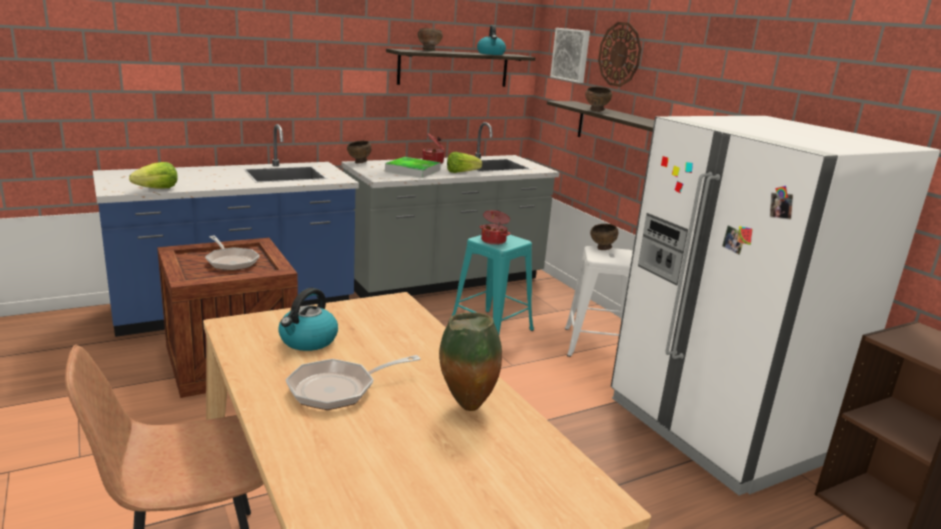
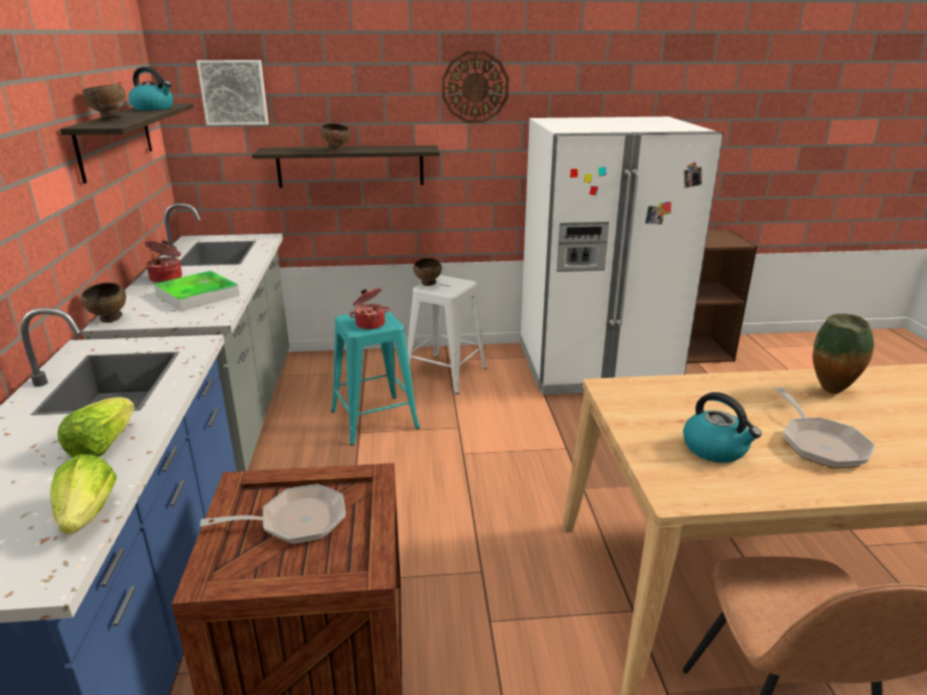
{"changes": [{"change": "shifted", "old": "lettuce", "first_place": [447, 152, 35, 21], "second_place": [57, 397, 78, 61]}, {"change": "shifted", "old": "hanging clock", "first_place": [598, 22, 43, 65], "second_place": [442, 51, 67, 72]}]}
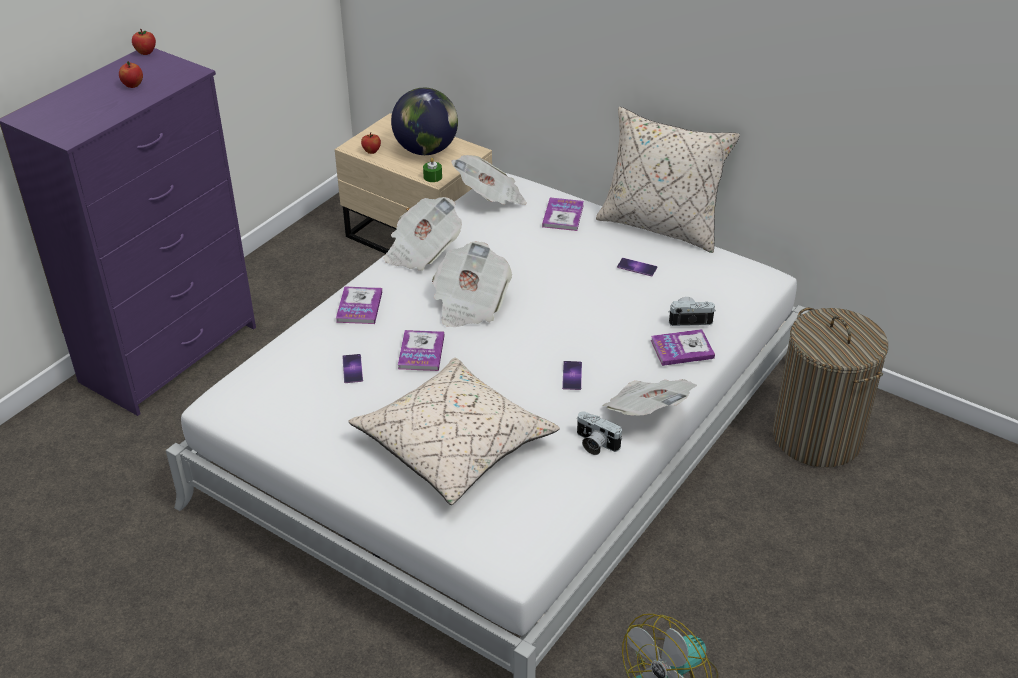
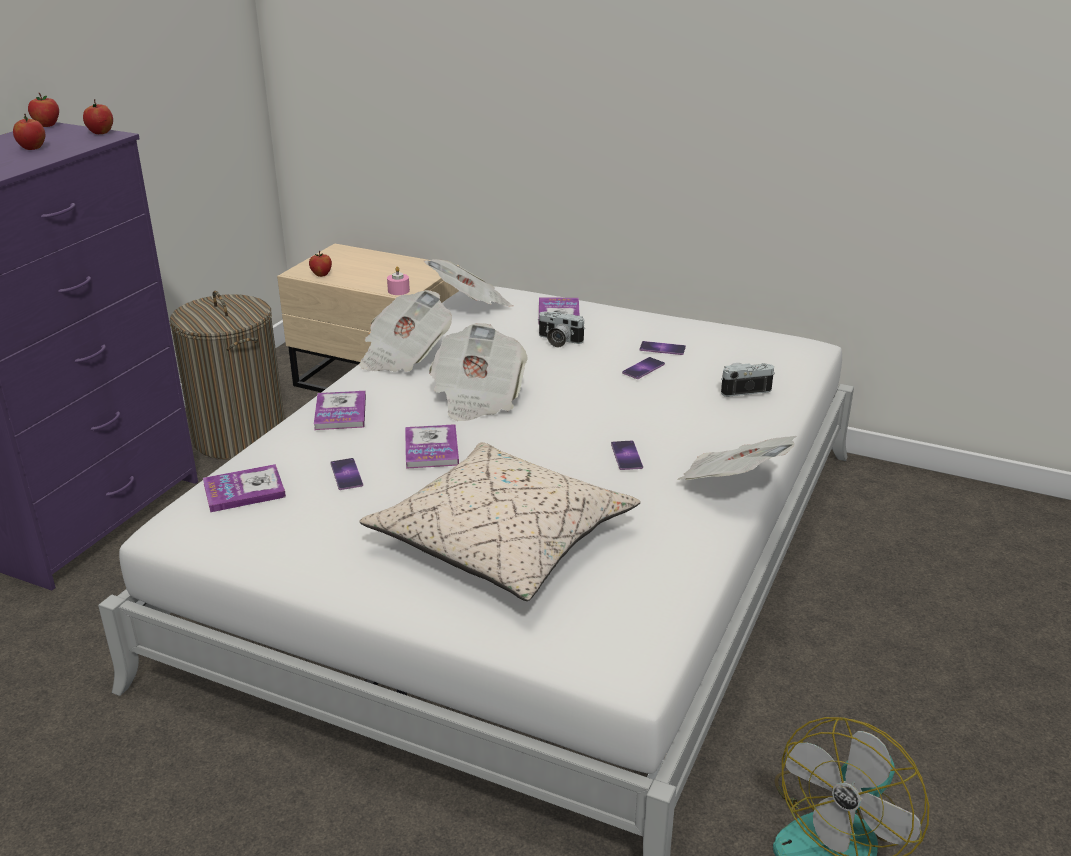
{"changes": [{"change": "new", "new": "apple fruit", "second_place": [83, 99, 30, 35]}, {"change": "shifted", "old": "washing basket", "first_place": [773, 307, 115, 160], "second_place": [170, 291, 115, 169]}, {"change": "shifted", "old": "bound book", "first_place": [651, 329, 64, 37], "second_place": [203, 464, 83, 48]}, {"change": "repainted", "old": "wax candle in green-coloured", "new": "wax candle in pink-coloured", "first_place": [423, 158, 19, 24], "second_place": [387, 266, 23, 29]}, {"change": "shifted", "old": "photo camera", "first_place": [577, 411, 45, 44], "second_place": [539, 312, 46, 35]}, {"change": "new", "new": "handset", "second_place": [622, 357, 43, 22]}, {"change": "gone", "old": "desk globe", "first_place": [391, 88, 67, 67]}, {"change": "gone", "old": "cushion in beige-coloured", "first_place": [596, 107, 144, 146]}]}
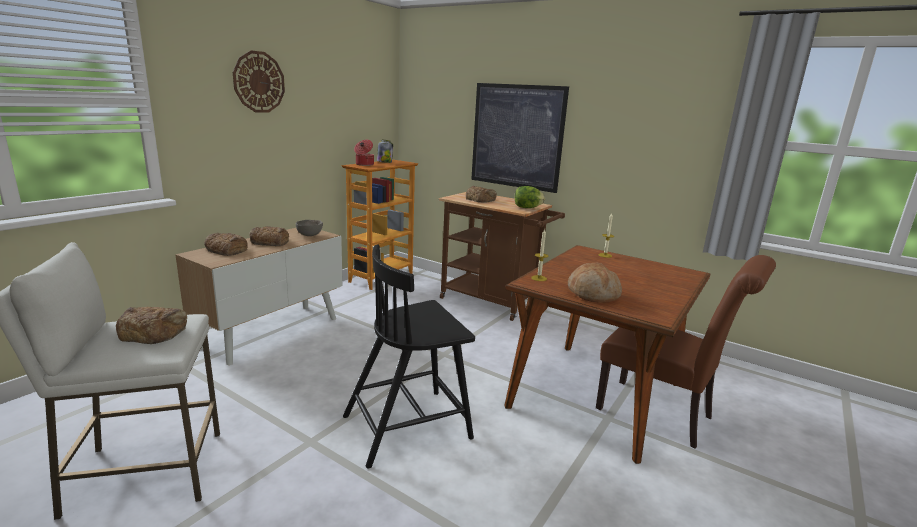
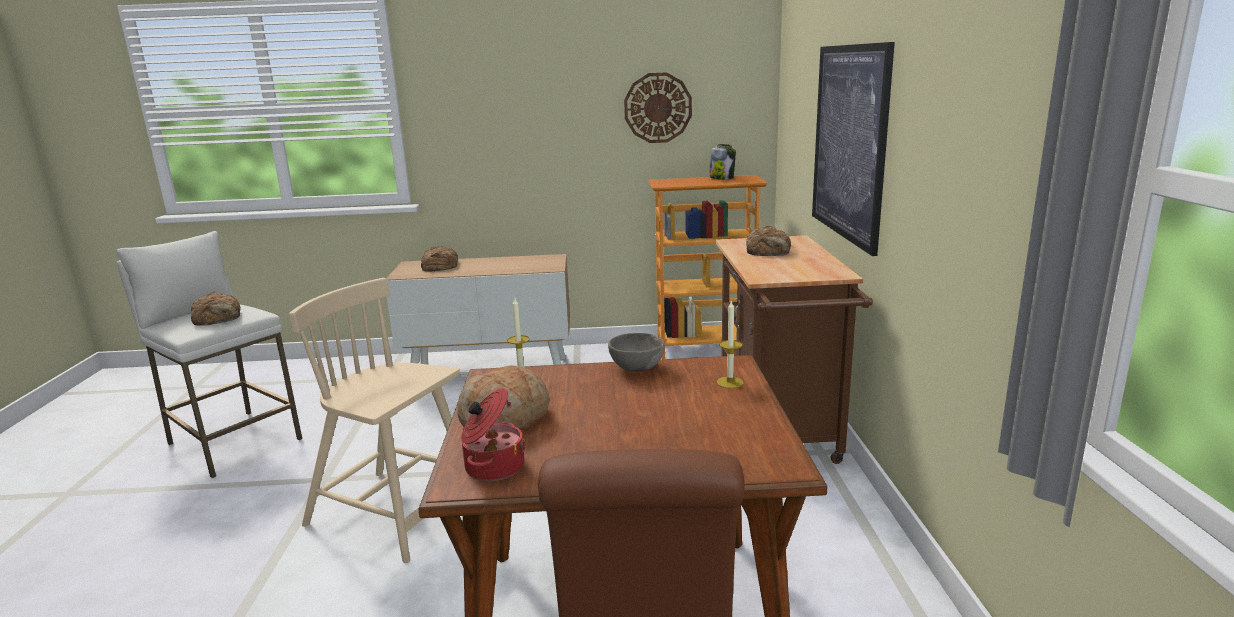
{"changes": [{"change": "repainted", "old": "upright chair in blackish", "new": "upright chair in beige-coloured", "first_place": [343, 245, 132, 223], "second_place": [289, 278, 171, 285]}, {"change": "shifted", "old": "cooking pot", "first_place": [354, 140, 20, 26], "second_place": [461, 388, 65, 93]}, {"change": "shifted", "old": "bowl in greyish", "first_place": [296, 220, 27, 16], "second_place": [608, 333, 57, 39]}, {"change": "shifted", "old": "hanging clock", "first_place": [233, 50, 52, 62], "second_place": [624, 72, 68, 71]}, {"change": "gone", "old": "bread", "first_place": [249, 226, 40, 20]}, {"change": "gone", "old": "lettuce", "first_place": [515, 186, 30, 22]}]}
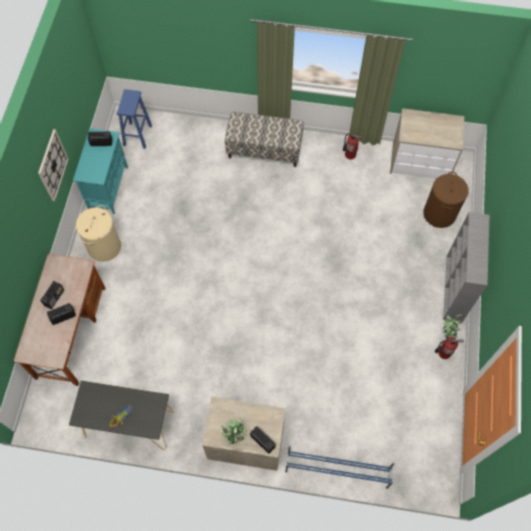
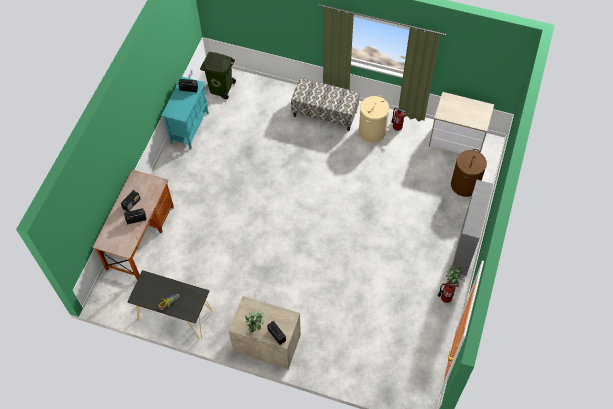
{"changes": [{"change": "swapped", "old": "sitting stool in bluish", "new": "rubbish bin in green-coloured", "first_place": [117, 89, 35, 60], "second_place": [200, 52, 36, 47]}, {"change": "shifted", "old": "washing basket in beige-coloured", "first_place": [76, 205, 45, 57], "second_place": [359, 95, 30, 47]}, {"change": "gone", "old": "hanging clock", "first_place": [38, 129, 30, 72]}, {"change": "gone", "old": "shoe shelf in bluish", "first_place": [285, 446, 109, 43]}]}
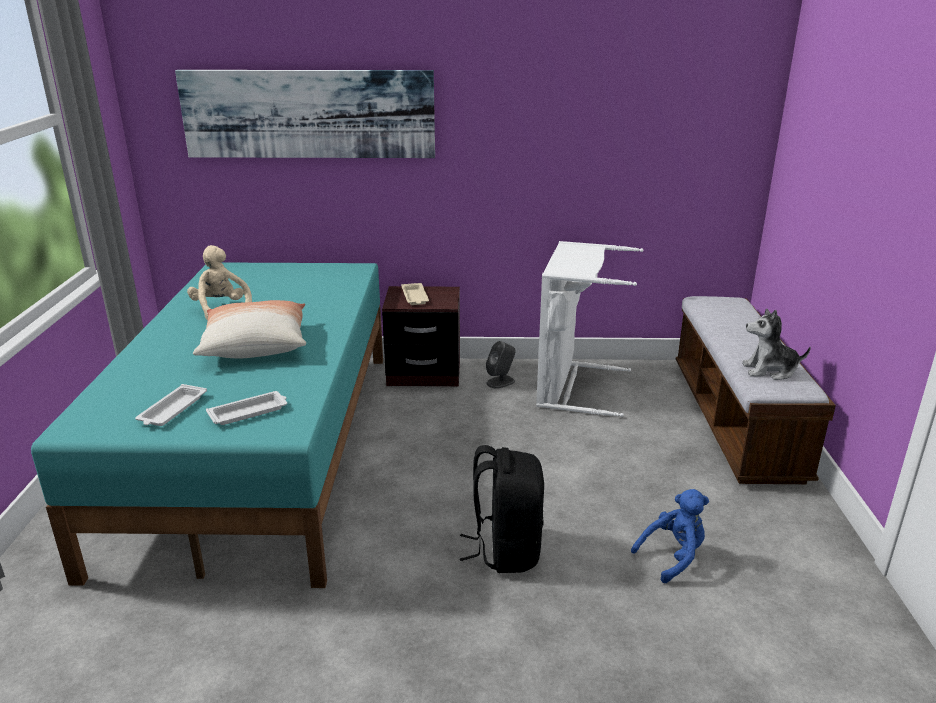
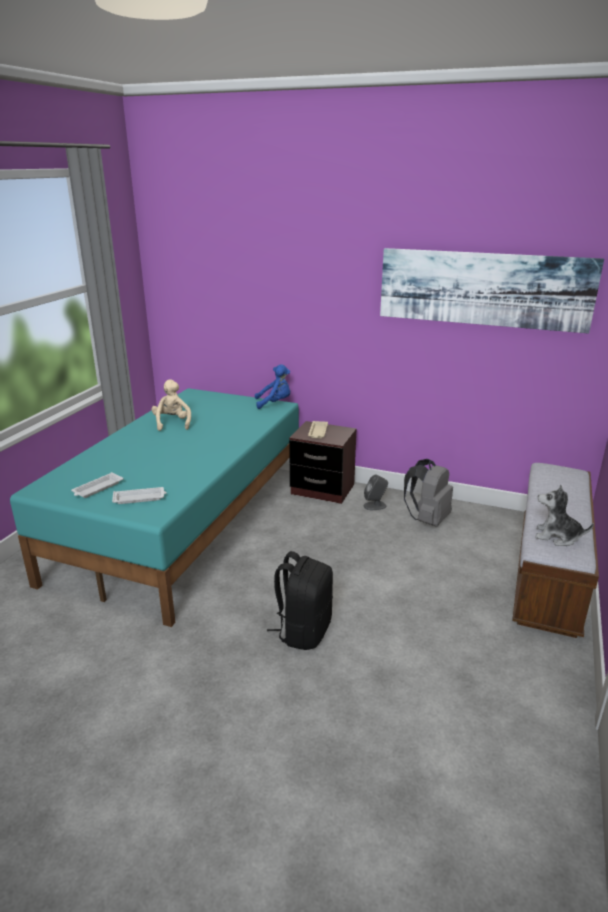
{"changes": [{"change": "shifted", "old": "plush toy in bluish", "first_place": [631, 489, 78, 94], "second_place": [255, 364, 35, 45]}, {"change": "shifted", "old": "wall picture", "first_place": [175, 70, 260, 88], "second_place": [380, 248, 224, 86]}, {"change": "swapped", "old": "washing basket in whitish", "new": "rucksack in greyish", "first_place": [536, 241, 107, 176], "second_place": [404, 459, 49, 68]}, {"change": "gone", "old": "cushion", "first_place": [193, 300, 113, 58]}]}
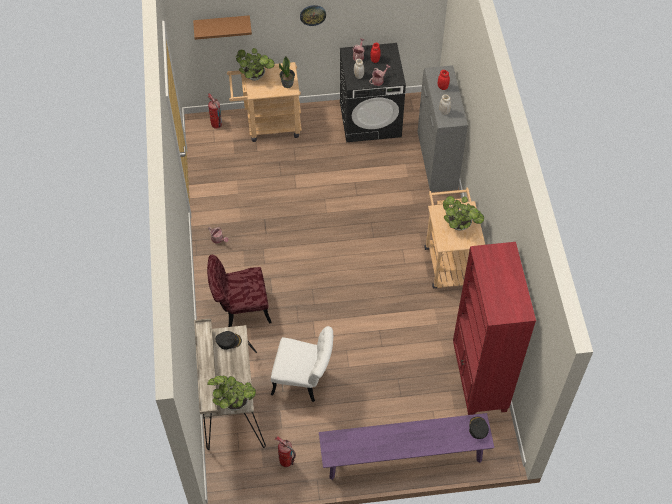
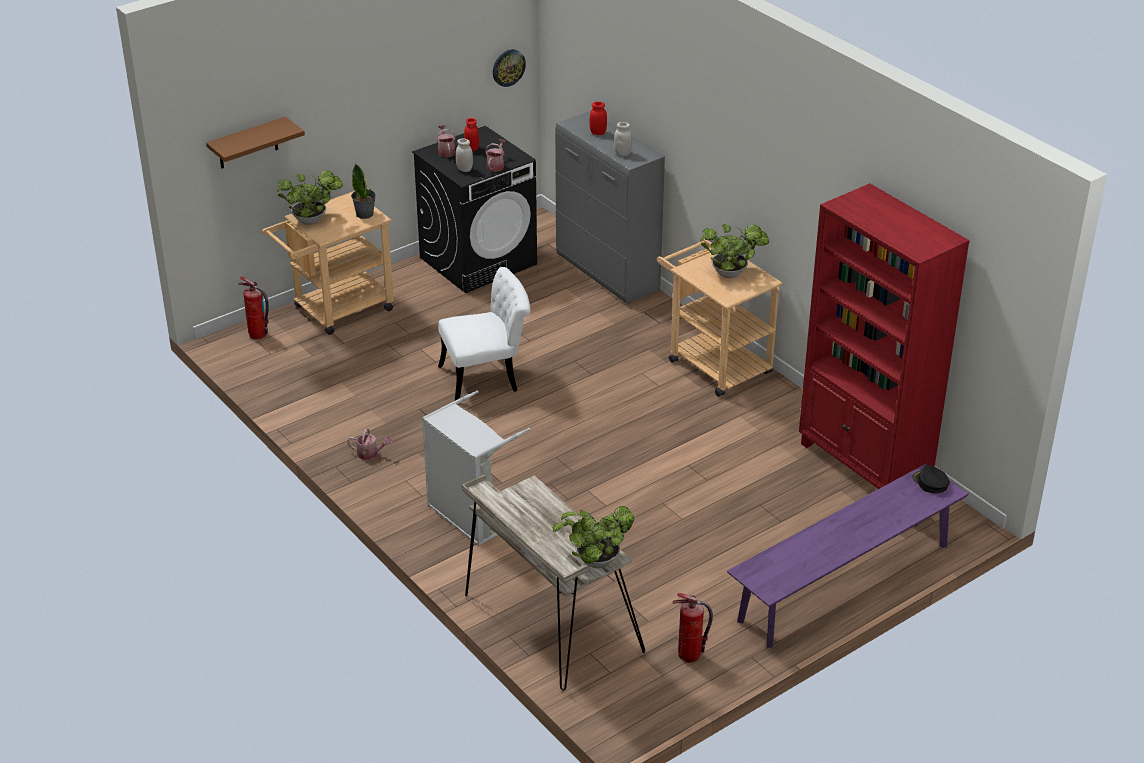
{"changes": [{"change": "swapped", "old": "upright chair in red", "new": "washing basket in greyish", "first_place": [207, 255, 64, 72], "second_place": [422, 391, 108, 155]}, {"change": "shifted", "old": "upright chair in whitish", "first_place": [271, 326, 62, 76], "second_place": [438, 267, 93, 134]}, {"change": "shifted", "old": "hanging clock", "first_place": [300, 5, 26, 21], "second_place": [493, 49, 33, 38]}, {"change": "gone", "old": "baseball cap in blackish", "first_place": [216, 331, 26, 19]}]}
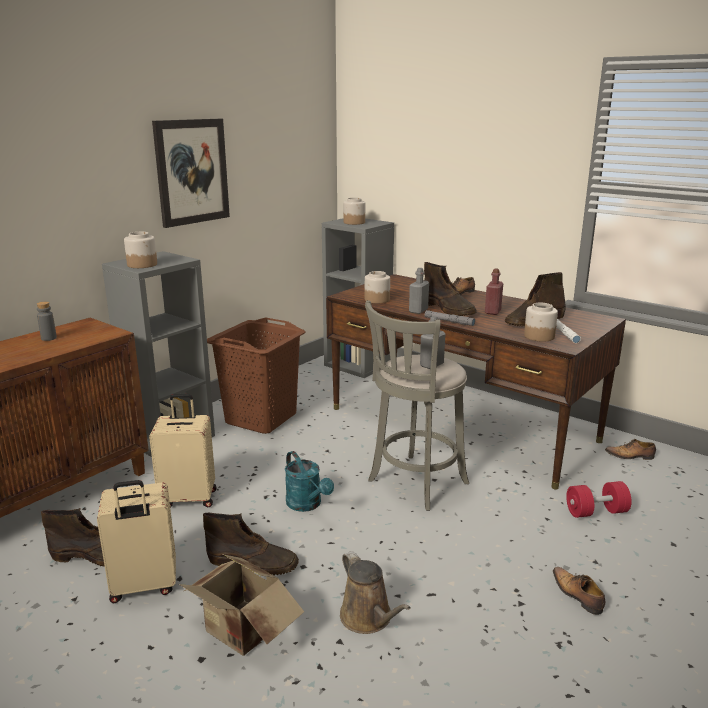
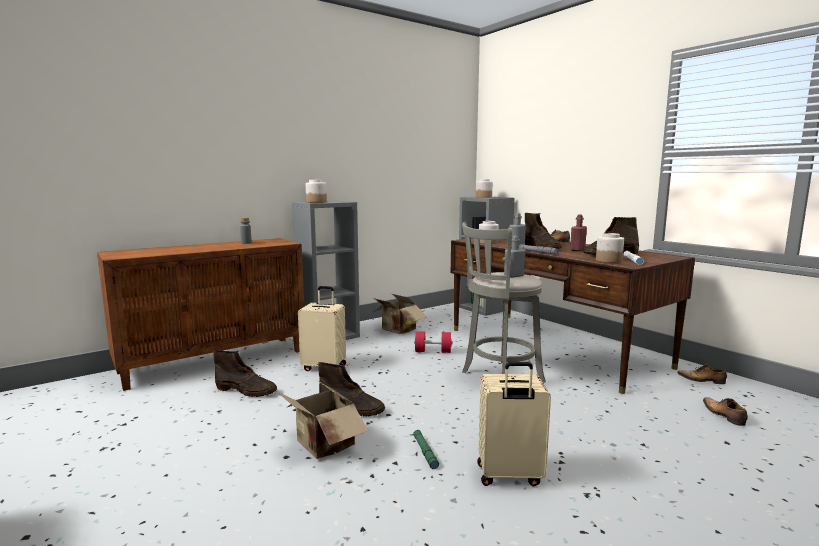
{"changes": [{"change": "swapped", "old": "washing basket in brown-coloured", "new": "packing box", "first_place": [207, 317, 99, 117], "second_place": [373, 294, 54, 40]}, {"change": "swapped", "old": "watering pot in brown-coloured", "new": "flashlight in green-coloured", "first_place": [340, 551, 71, 83], "second_place": [413, 430, 26, 39]}, {"change": "shifted", "old": "dumbbell in red", "first_place": [566, 481, 66, 37], "second_place": [414, 331, 39, 22]}, {"change": "shifted", "old": "travel case in beige-coloured", "first_place": [97, 480, 79, 123], "second_place": [477, 362, 74, 124]}, {"change": "shifted", "old": "shoe", "first_place": [553, 567, 52, 48], "second_place": [703, 397, 45, 29]}, {"change": "gone", "old": "wall picture", "first_place": [152, 119, 78, 109]}, {"change": "gone", "old": "watering pot in turquoise-coloured", "first_place": [285, 451, 49, 61]}]}
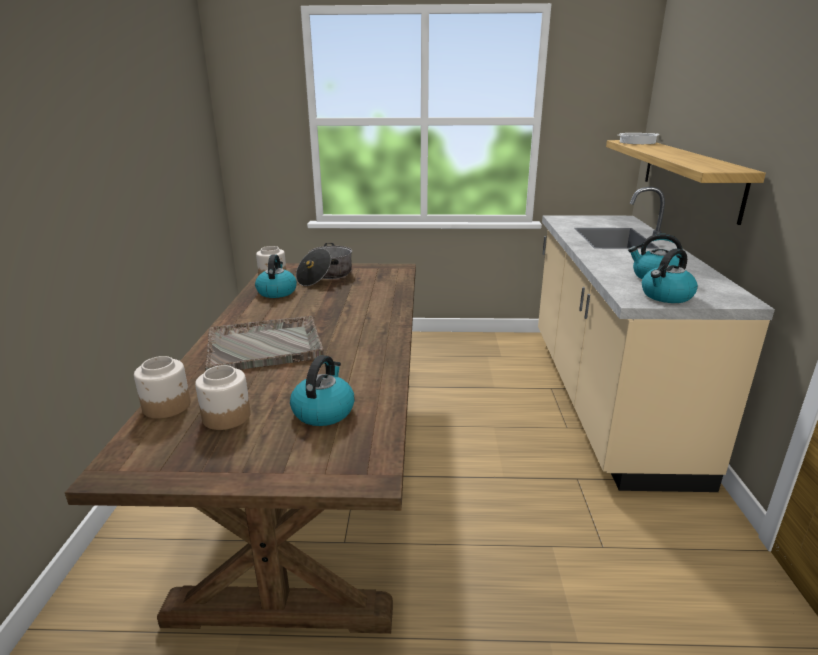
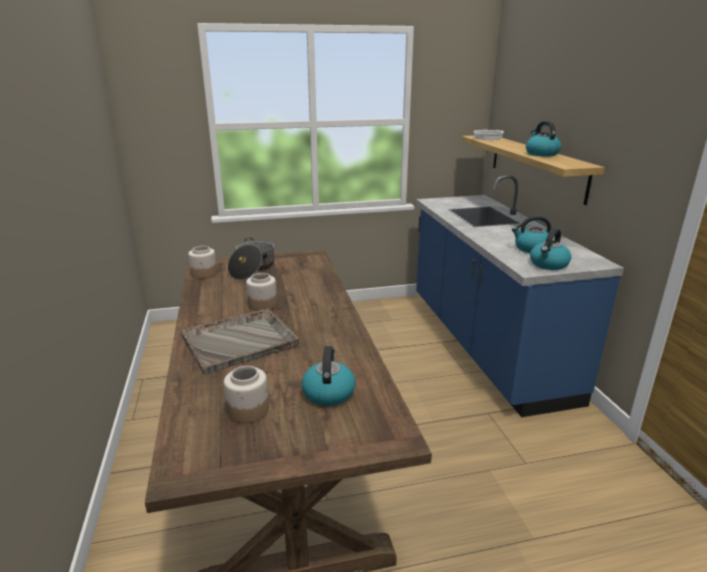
{"changes": [{"change": "shifted", "old": "preserve jar", "first_place": [134, 356, 57, 63], "second_place": [246, 273, 31, 38]}, {"change": "repainted", "old": "counter in beige-coloured", "new": "counter in bluish", "first_place": [538, 187, 237, 305], "second_place": [416, 175, 208, 242]}, {"change": "shifted", "old": "tea kettle", "first_place": [255, 254, 42, 44], "second_place": [526, 121, 35, 36]}]}
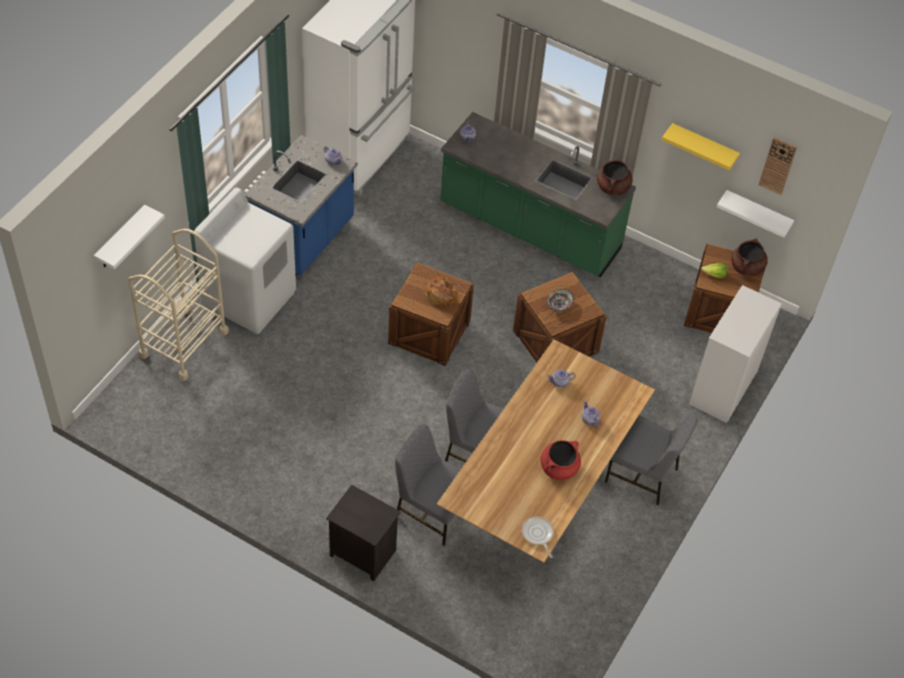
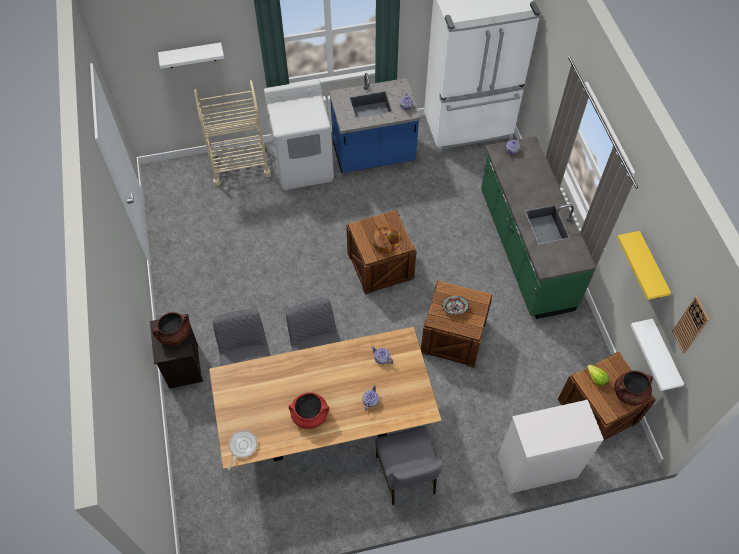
{"changes": [{"change": "shifted", "old": "cooking pot in brown-coloured", "first_place": [597, 158, 36, 38], "second_place": [153, 312, 37, 34]}]}
